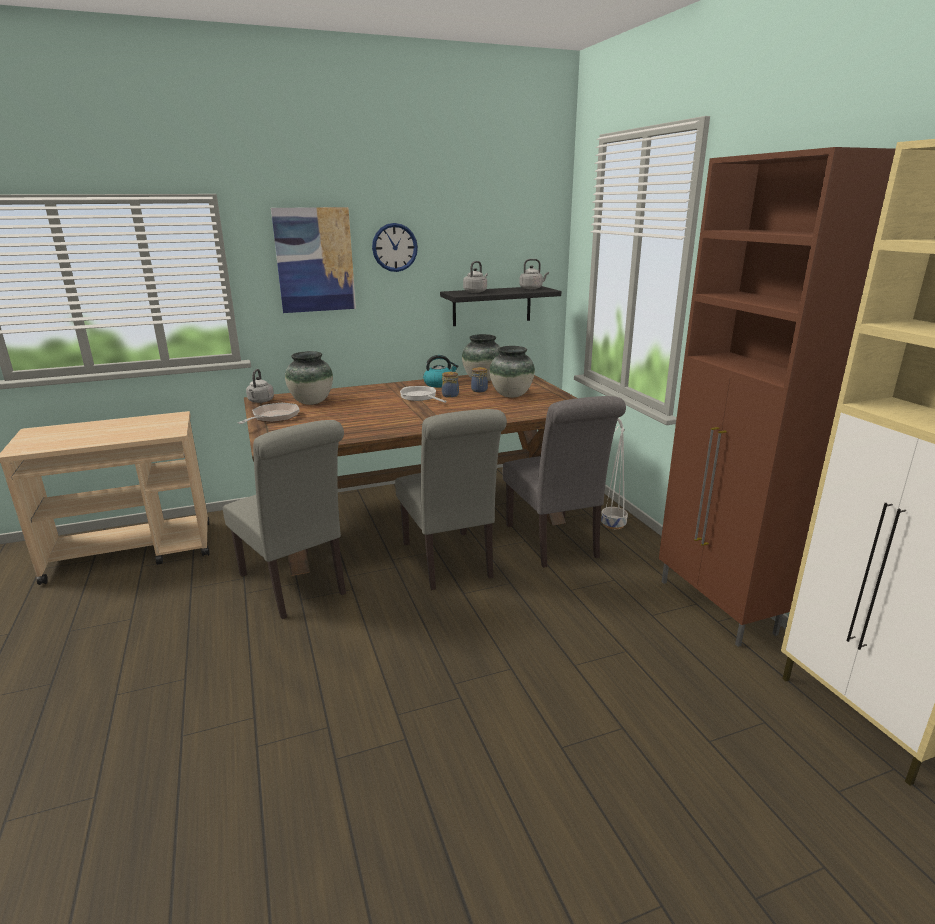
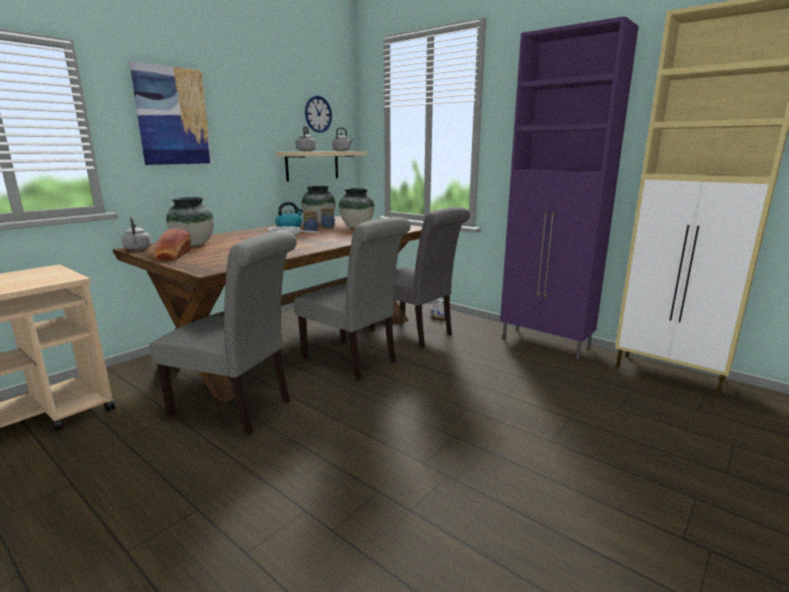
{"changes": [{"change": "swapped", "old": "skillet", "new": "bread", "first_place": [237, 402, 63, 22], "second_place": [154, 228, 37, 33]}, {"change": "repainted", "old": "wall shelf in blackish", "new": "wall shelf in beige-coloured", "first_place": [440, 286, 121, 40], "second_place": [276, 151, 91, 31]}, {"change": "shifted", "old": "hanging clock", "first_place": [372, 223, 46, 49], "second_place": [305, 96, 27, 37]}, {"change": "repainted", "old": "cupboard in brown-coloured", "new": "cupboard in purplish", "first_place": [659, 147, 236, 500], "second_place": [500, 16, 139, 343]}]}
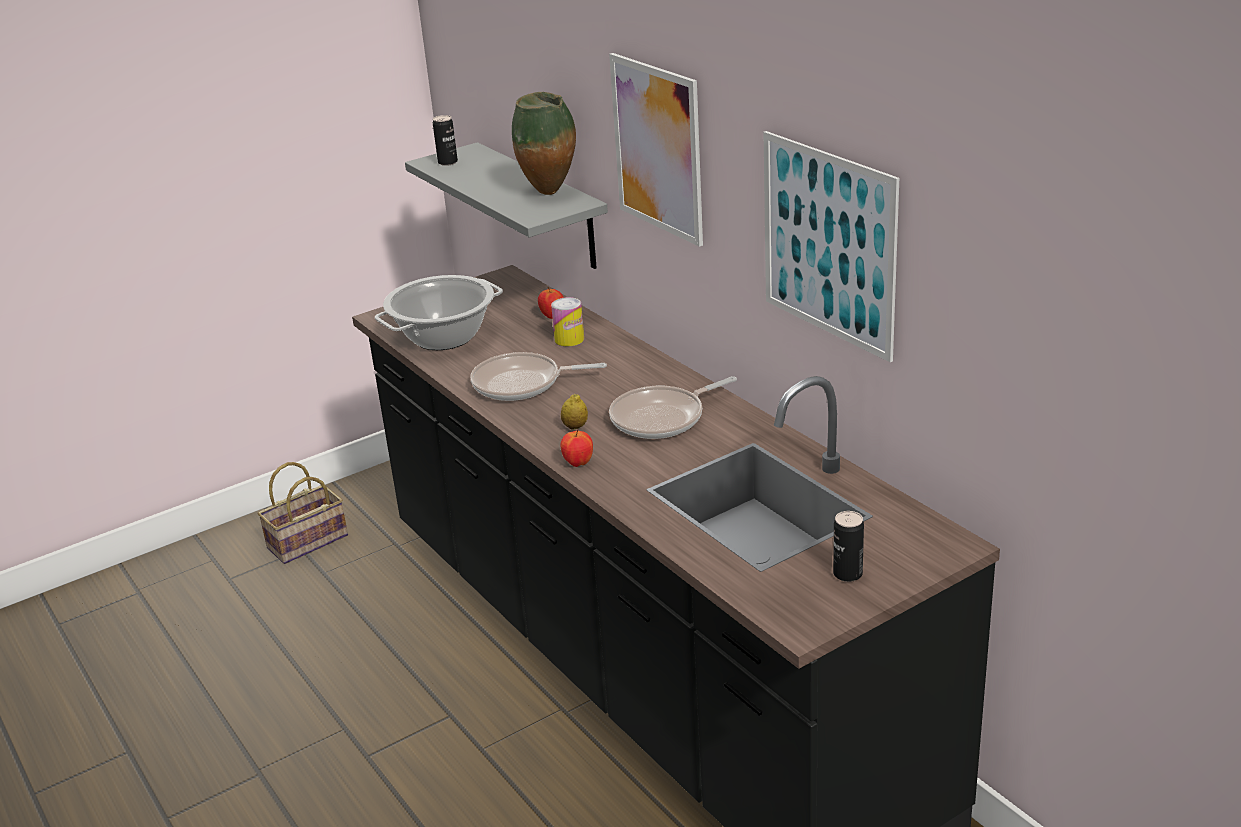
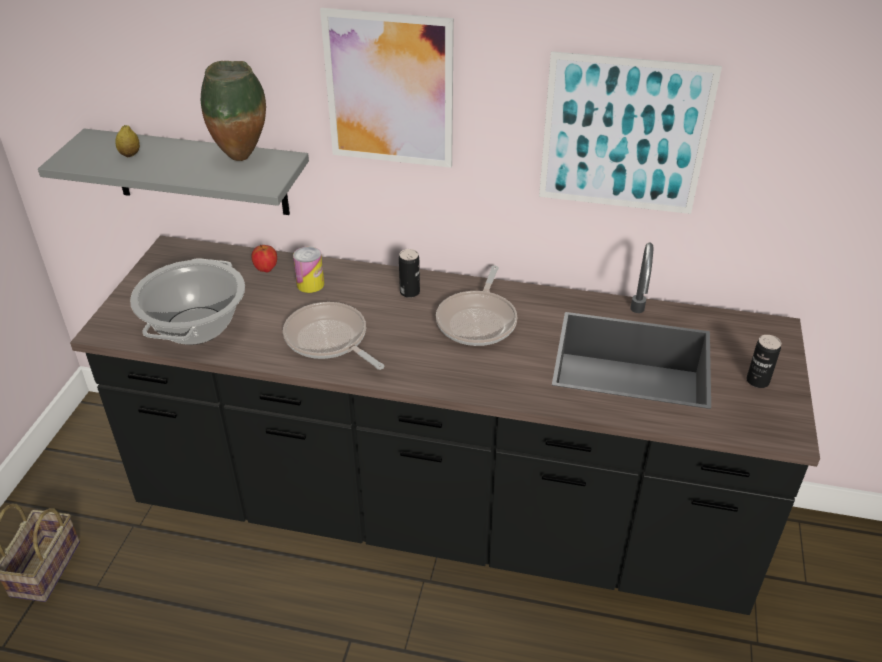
{"changes": [{"change": "shifted", "old": "lemon", "first_place": [561, 394, 27, 35], "second_place": [115, 125, 25, 32]}, {"change": "rotated", "old": "skillet", "first_place": [470, 352, 137, 49], "second_place": [283, 302, 102, 68], "degrees": 90}, {"change": "shifted", "old": "metal can", "first_place": [433, 115, 25, 51], "second_place": [399, 249, 21, 49]}, {"change": "gone", "old": "apple fruit", "first_place": [561, 429, 32, 38]}]}
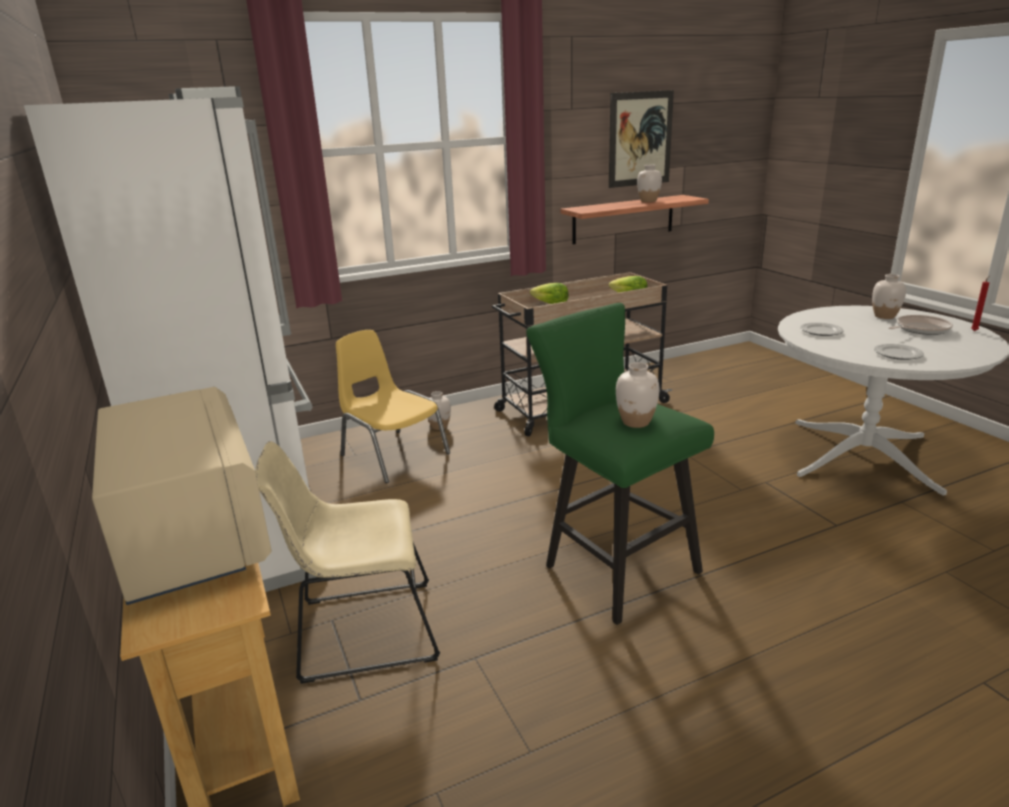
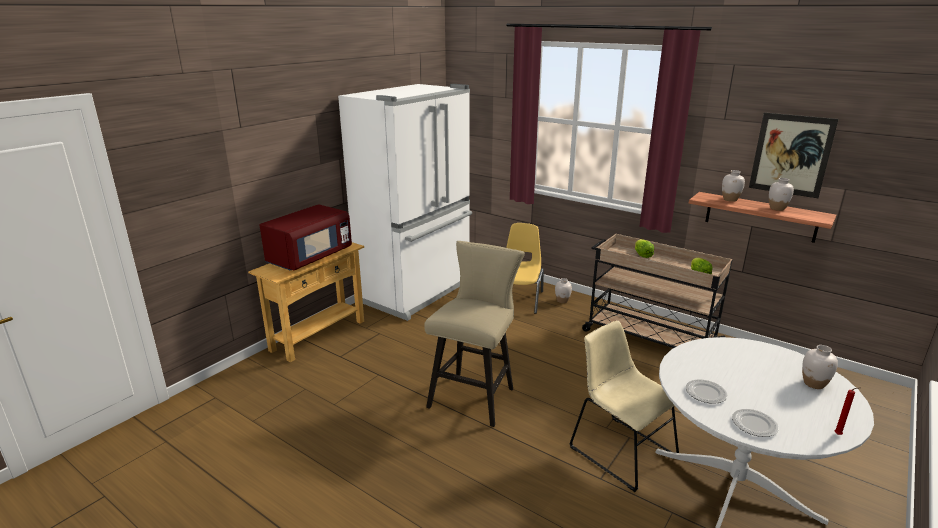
{"changes": [{"change": "repainted", "old": "kitchen microwave in beige-coloured", "new": "kitchen microwave in red", "first_place": [92, 387, 180, 218], "second_place": [260, 204, 92, 66]}, {"change": "repainted", "old": "sitting stool in green-coloured", "new": "sitting stool in beige-coloured", "first_place": [526, 303, 188, 322], "second_place": [424, 241, 101, 186]}, {"change": "shifted", "old": "upright chair in beige-coloured", "first_place": [255, 441, 185, 243], "second_place": [569, 320, 110, 172]}, {"change": "shifted", "old": "vase in whitish", "first_place": [616, 362, 43, 66], "second_place": [722, 170, 23, 32]}, {"change": "shifted", "old": "plate", "first_place": [800, 322, 44, 14], "second_place": [732, 409, 47, 28]}, {"change": "gone", "old": "skillet", "first_place": [889, 315, 64, 20]}]}
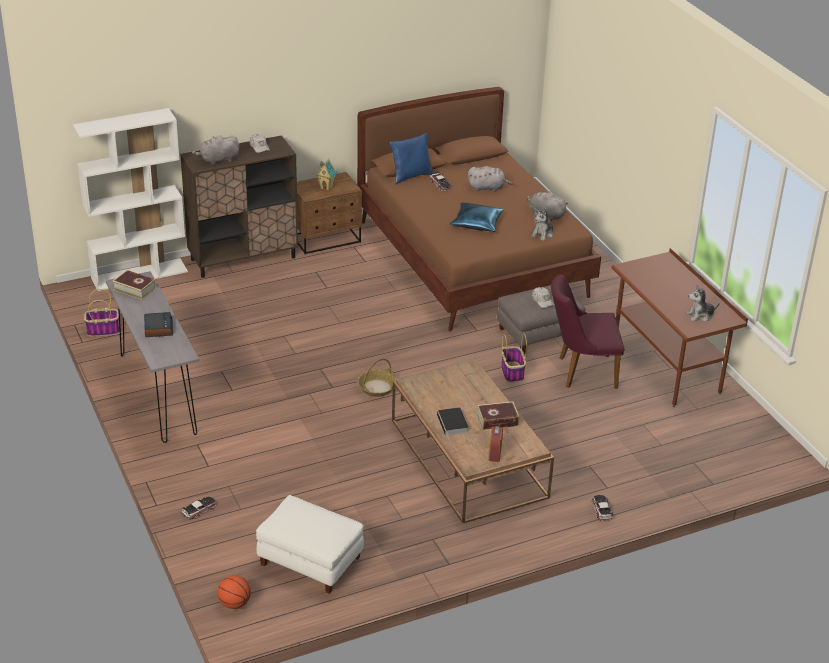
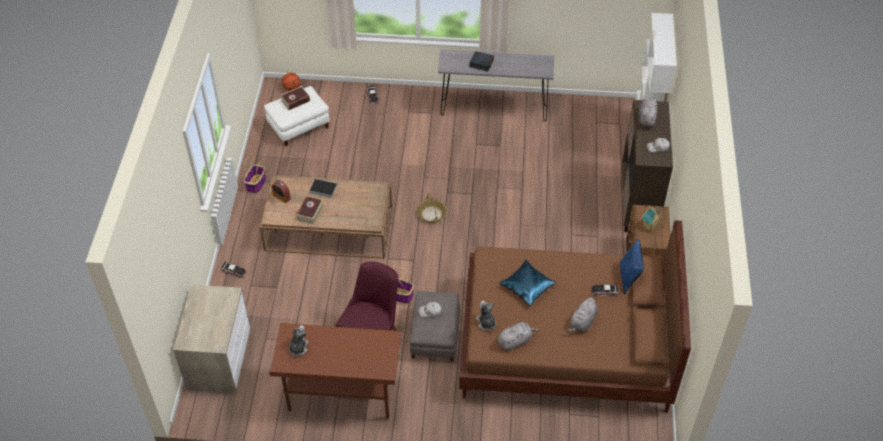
{"changes": [{"change": "new", "new": "drawer chest", "second_place": [173, 284, 78, 110]}, {"change": "shifted", "old": "storage basket", "first_place": [84, 289, 36, 48], "second_place": [243, 157, 23, 36]}, {"change": "shifted", "old": "bound book", "first_place": [112, 270, 44, 30], "second_place": [280, 86, 30, 24]}]}
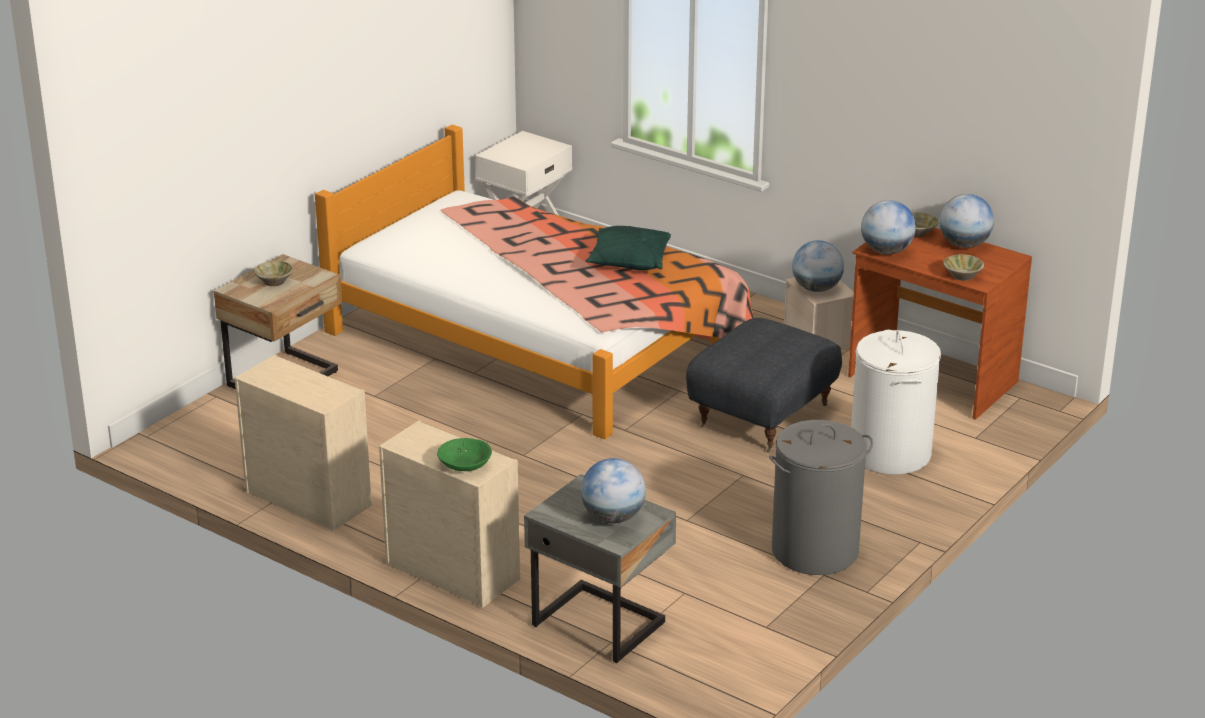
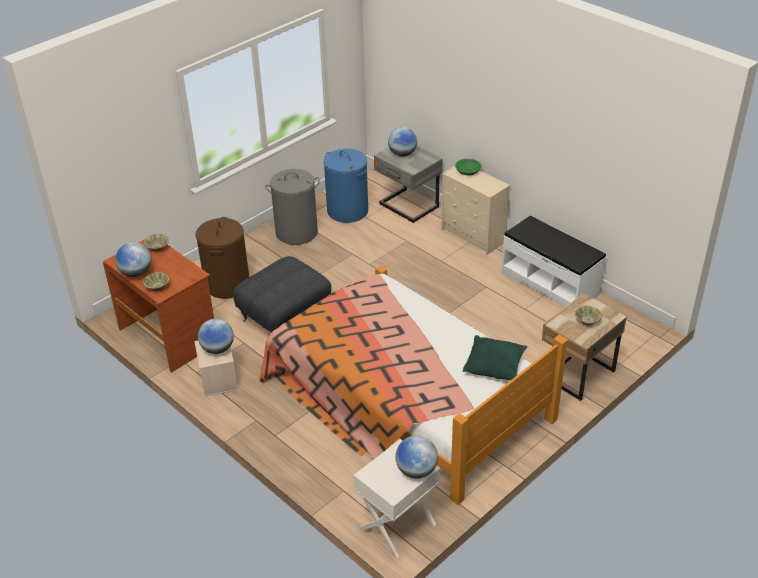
{"changes": [{"change": "repainted", "old": "washing basket in whitish", "new": "washing basket in brown-coloured", "first_place": [851, 330, 90, 145], "second_place": [196, 217, 53, 82]}, {"change": "new", "new": "washing basket in bluish", "second_place": [324, 149, 44, 74]}, {"change": "shifted", "old": "desk globe", "first_place": [861, 200, 55, 54], "second_place": [396, 435, 42, 44]}, {"change": "shifted", "old": "cushion in green-coloured", "first_place": [586, 226, 85, 44], "second_place": [463, 335, 64, 45]}, {"change": "swapped", "old": "drawer chest in beige-coloured", "new": "long seat in whitish", "first_place": [235, 355, 137, 176], "second_place": [501, 215, 105, 93]}]}
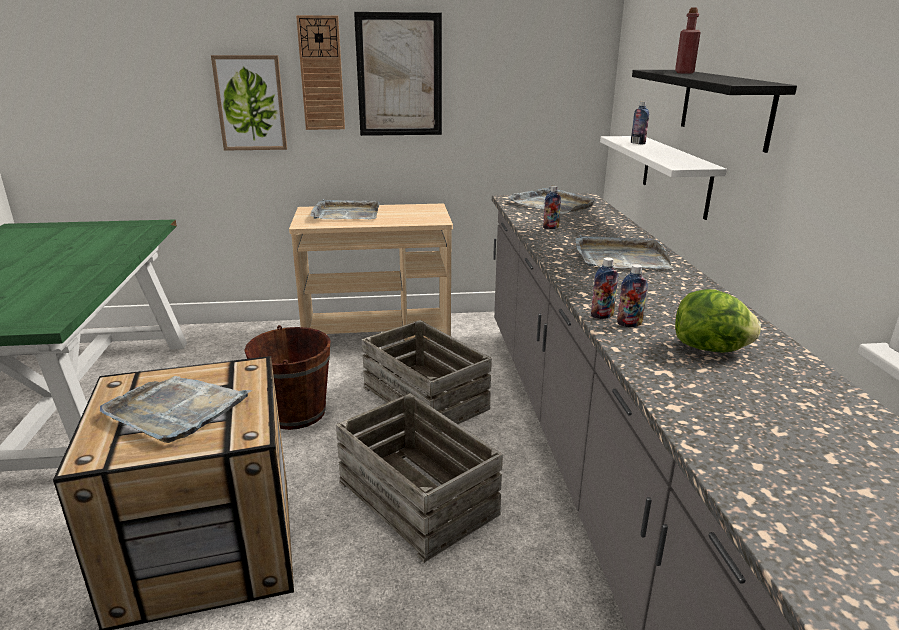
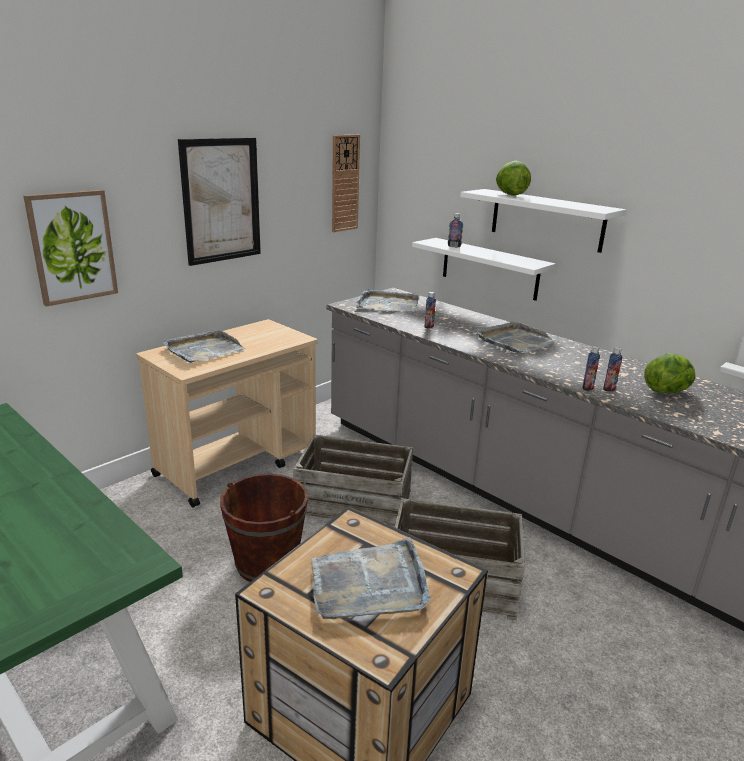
{"changes": [{"change": "shifted", "old": "hanging clock", "first_place": [296, 15, 49, 115], "second_place": [332, 135, 28, 97]}, {"change": "repainted", "old": "wall shelf in blackish", "new": "wall shelf in whitish", "first_place": [632, 70, 165, 83], "second_place": [460, 189, 166, 64]}, {"change": "swapped", "old": "beverage bottle in red", "new": "lettuce", "first_place": [675, 7, 26, 67], "second_place": [496, 161, 35, 35]}]}
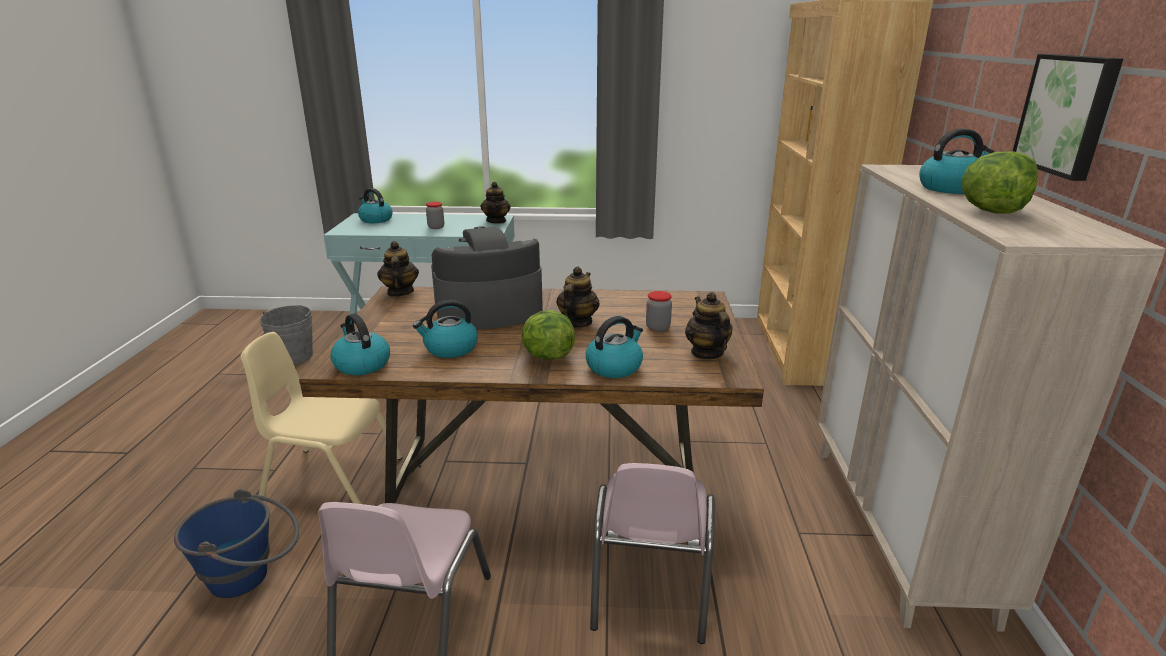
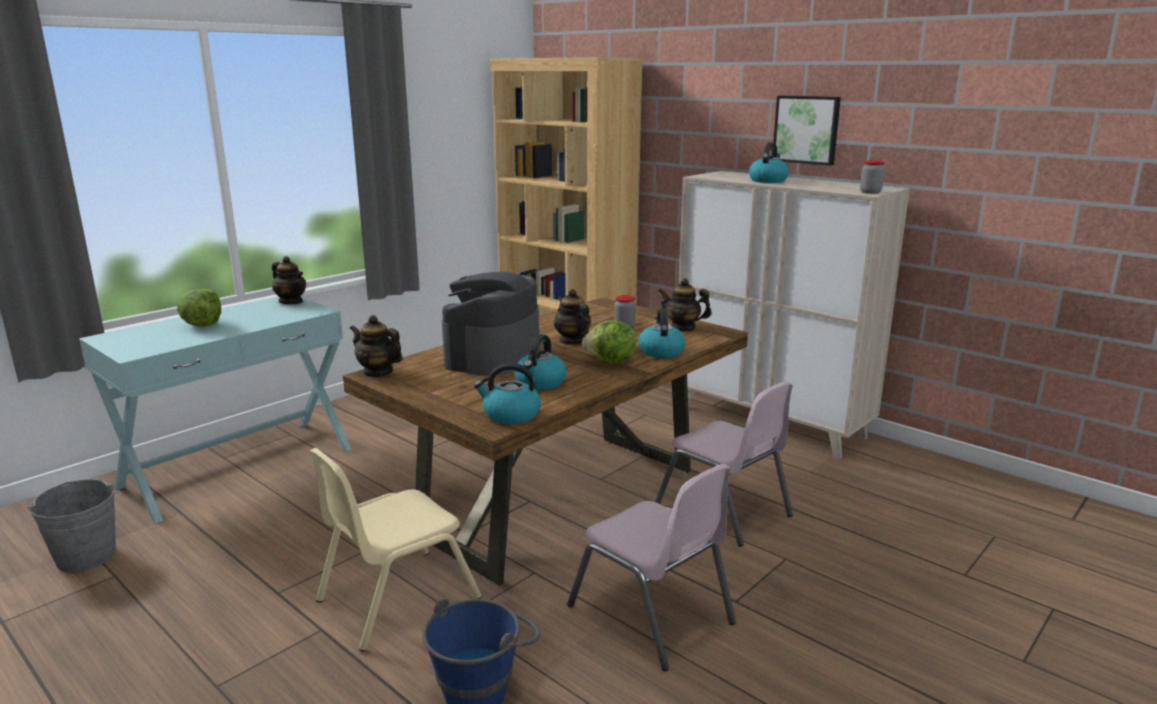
{"changes": [{"change": "shifted", "old": "lettuce", "first_place": [962, 151, 76, 63], "second_place": [177, 289, 44, 38]}, {"change": "shifted", "old": "preserve jar", "first_place": [426, 202, 18, 27], "second_place": [860, 160, 25, 34]}, {"change": "gone", "old": "tea kettle", "first_place": [358, 188, 35, 35]}]}
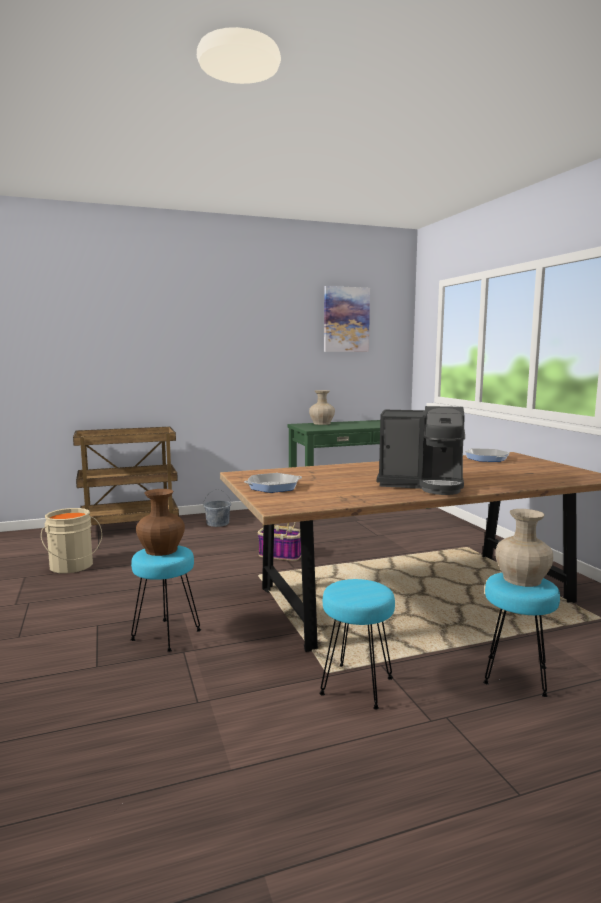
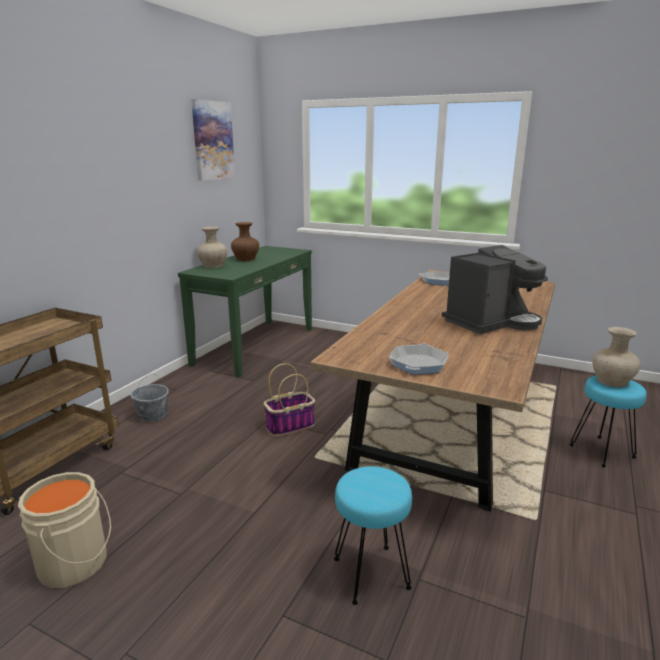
{"changes": [{"change": "shifted", "old": "vase in brown-coloured", "first_place": [136, 489, 49, 67], "second_place": [231, 222, 28, 39]}, {"change": "gone", "old": "sitting stool in turquoise-coloured", "first_place": [319, 579, 76, 130]}]}
